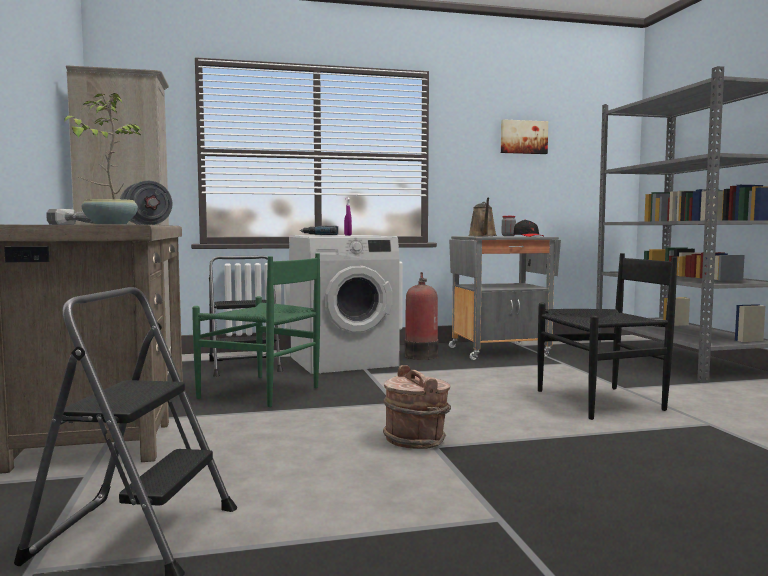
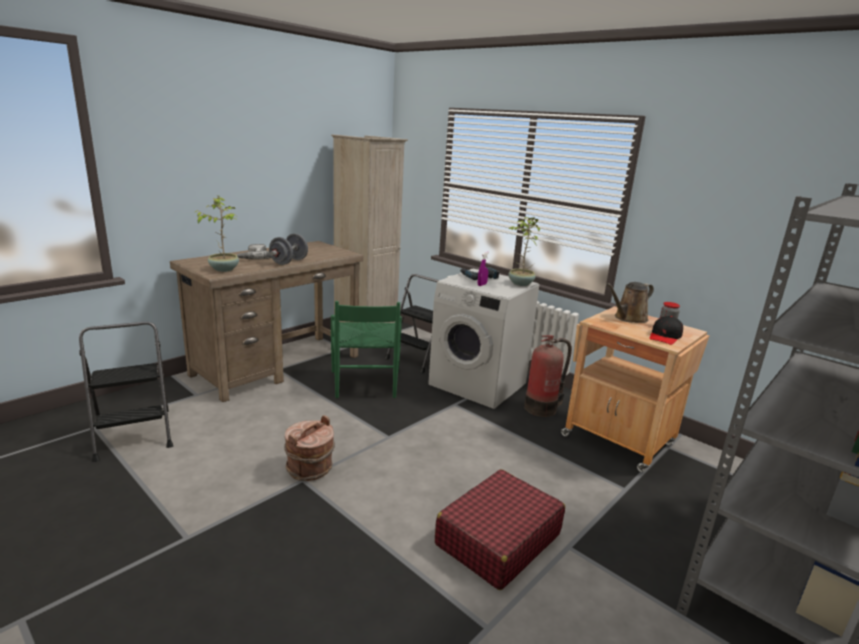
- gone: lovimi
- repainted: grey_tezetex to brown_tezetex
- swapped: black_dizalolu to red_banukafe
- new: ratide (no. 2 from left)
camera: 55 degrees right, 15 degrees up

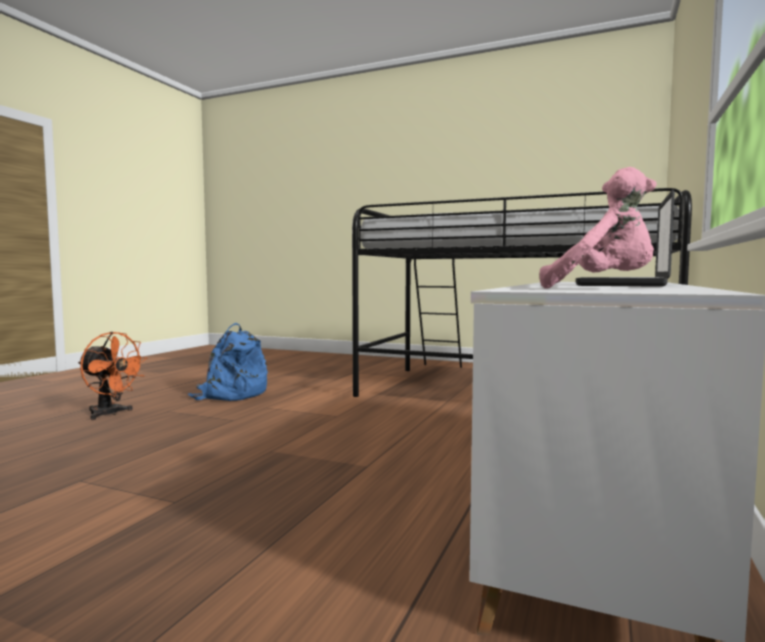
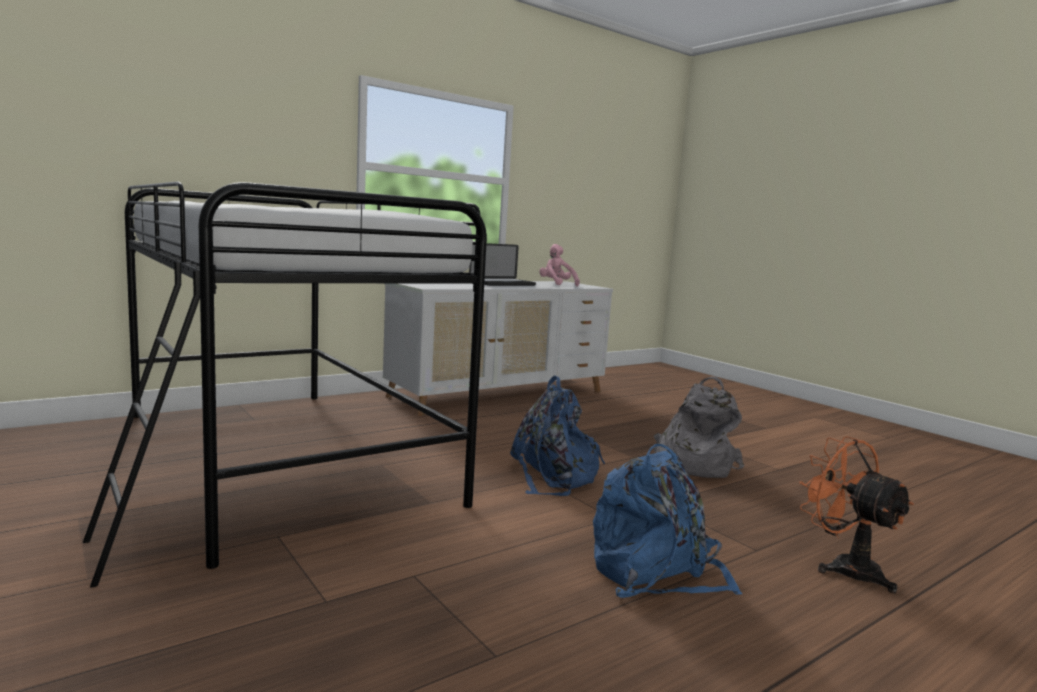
- new: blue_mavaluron (no. 1 from left)
- new: grey_mavaluron
camera: 150 degrees left, 5 degrees up

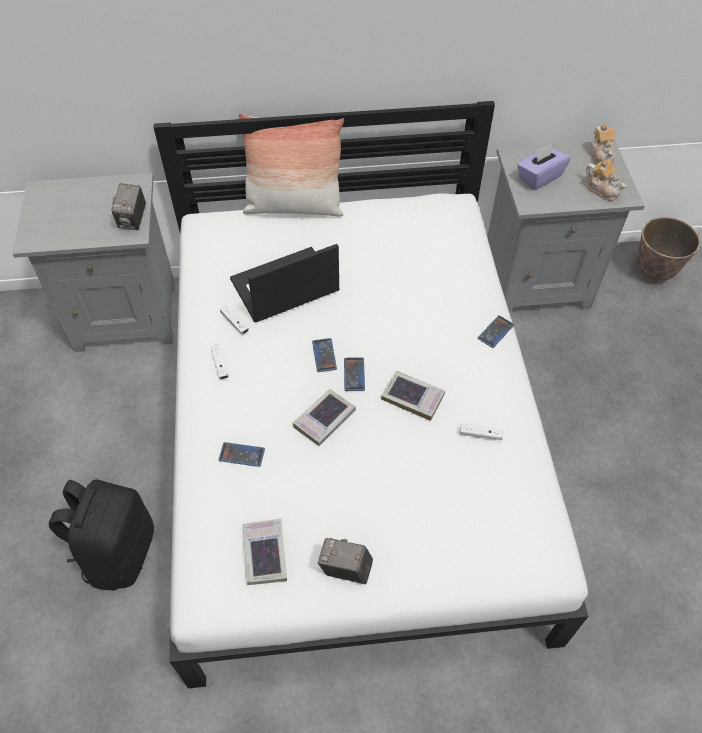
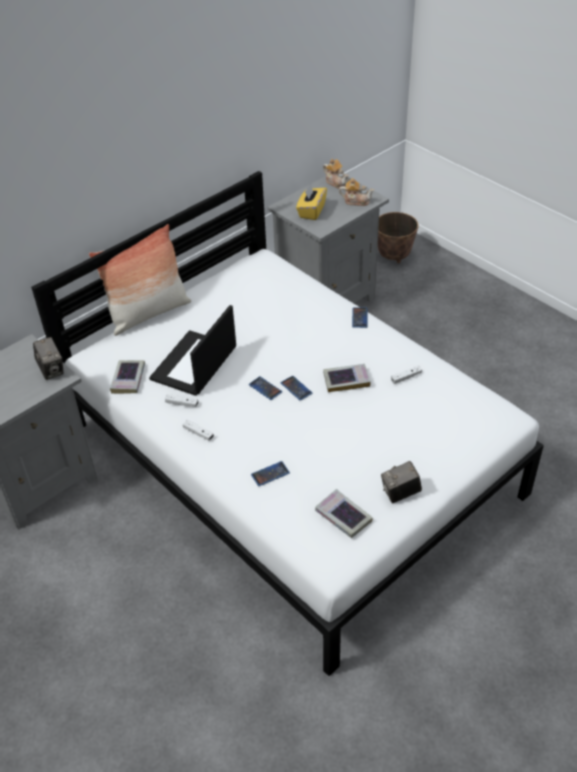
- repainted: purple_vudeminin to yellow_vudeminin
- shifted: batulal (no. 2 from left in the first image) to batulal (no. 1 from left)
- gone: black_mavaluron
camera: 35 degrees left, 10 degrees down

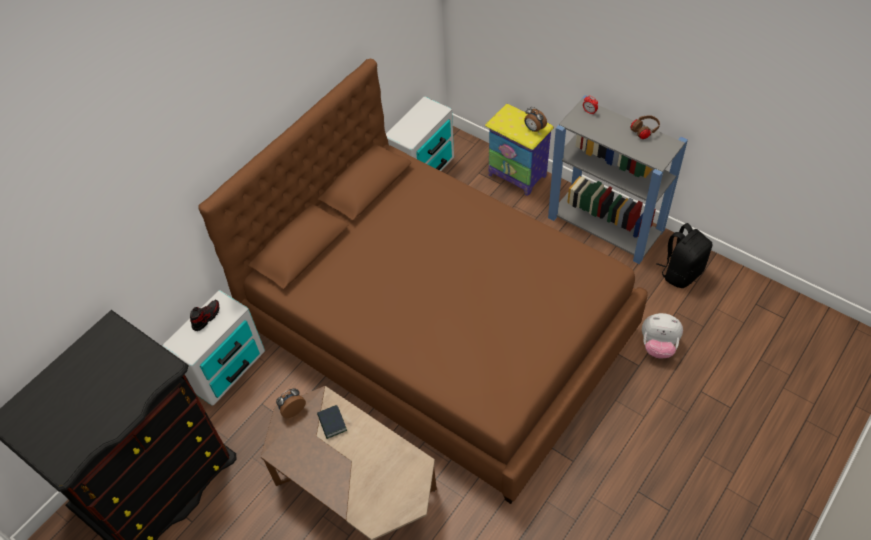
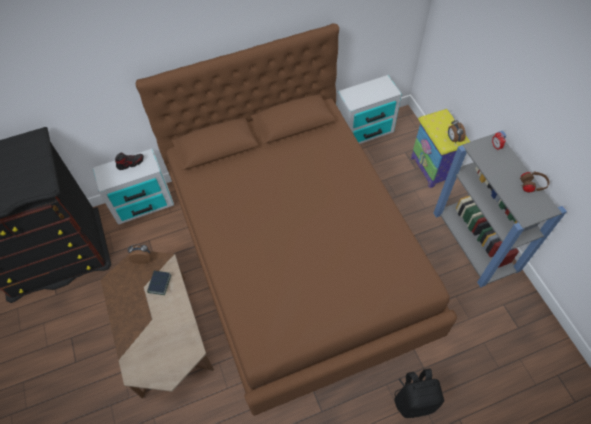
- shifted: black_mavaluron
- gone: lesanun
camera: 30 degrees right, 5 degrees up

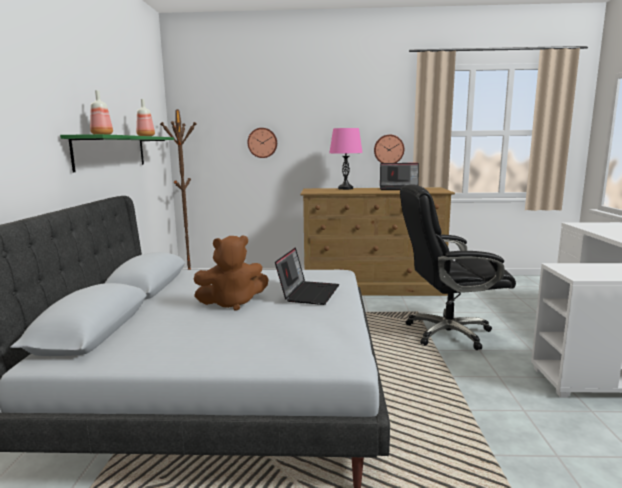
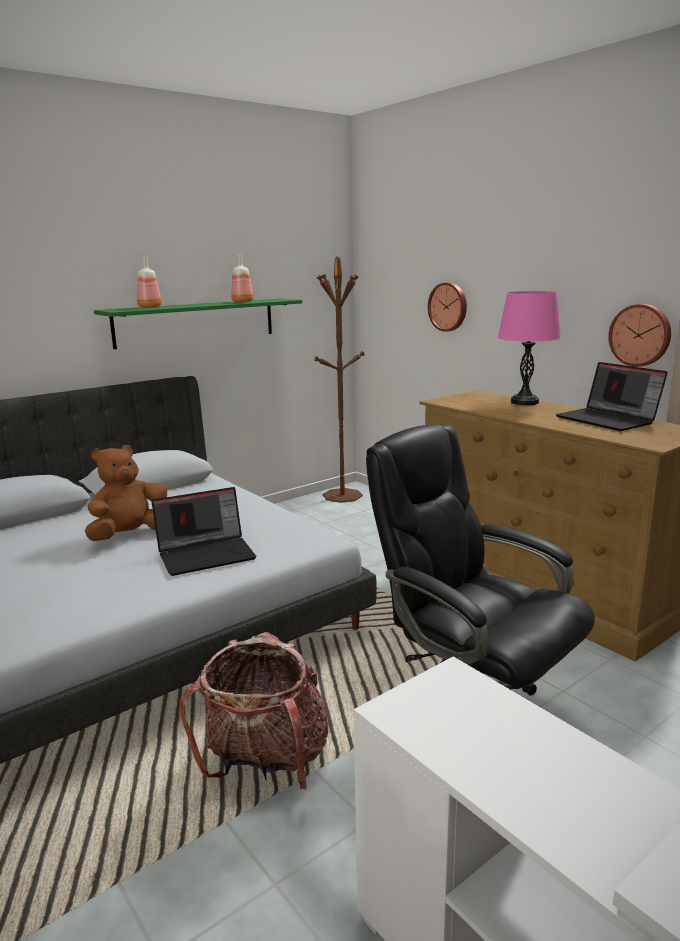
- rotated: brown_lesanun 105 degrees clockwise
- new: mavaluron
camera: 50 degrees right, 5 degrees up

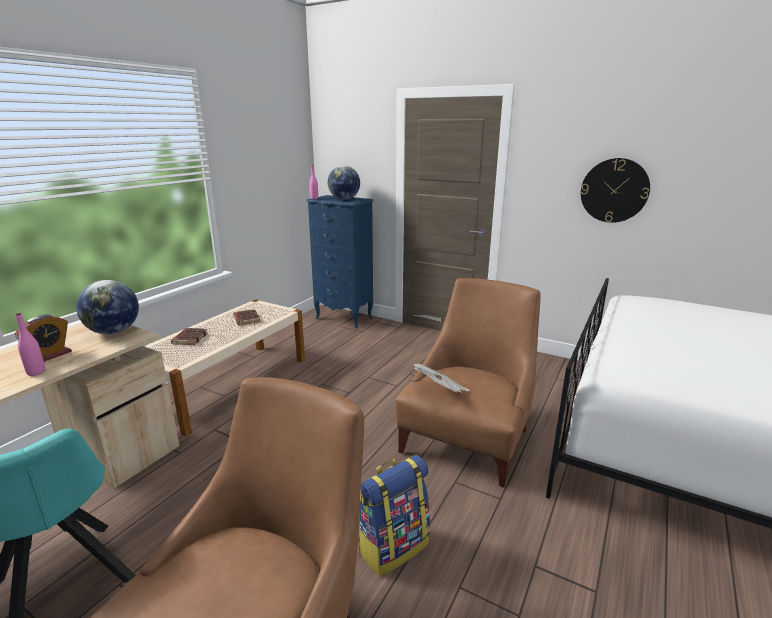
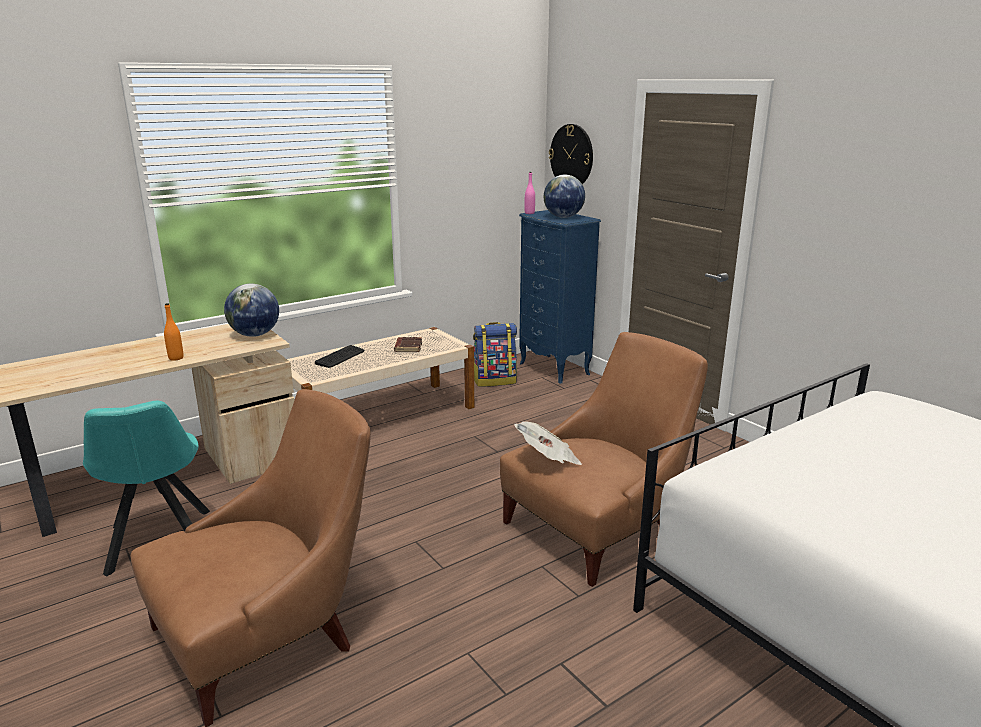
- shifted: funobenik
- repainted: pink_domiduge (no. 1 from left) to orange_domiduge
- gone: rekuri
- swapped: brown_batulal (no. 1 from left) to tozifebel
- shifted: mavaluron
camera: 25 degrees right, 0 degrees up

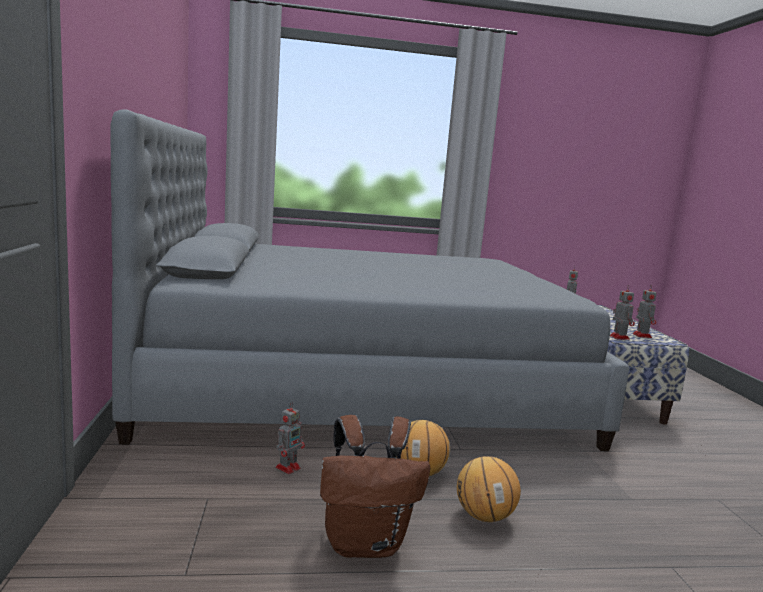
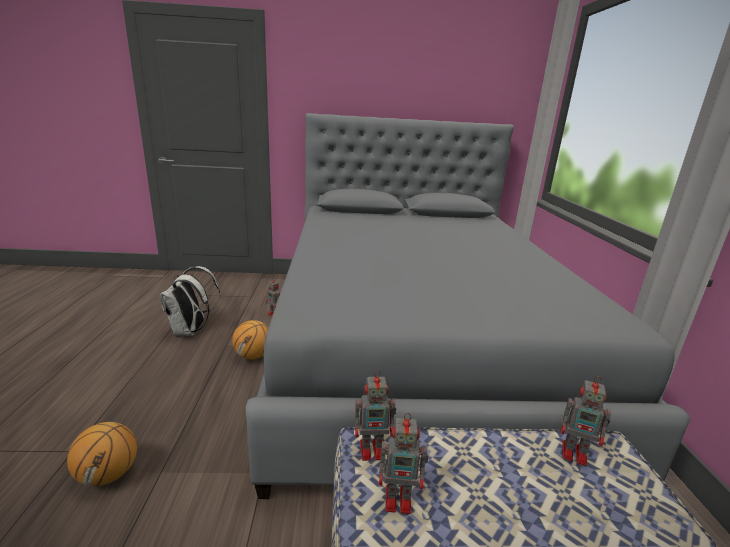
- repainted: brown_mavaluron to white_mavaluron
- shifted: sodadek (no. 2 from left in the first image) to sodadek (no. 1 from left)
camera: 95 degrees right, 10 degrees up

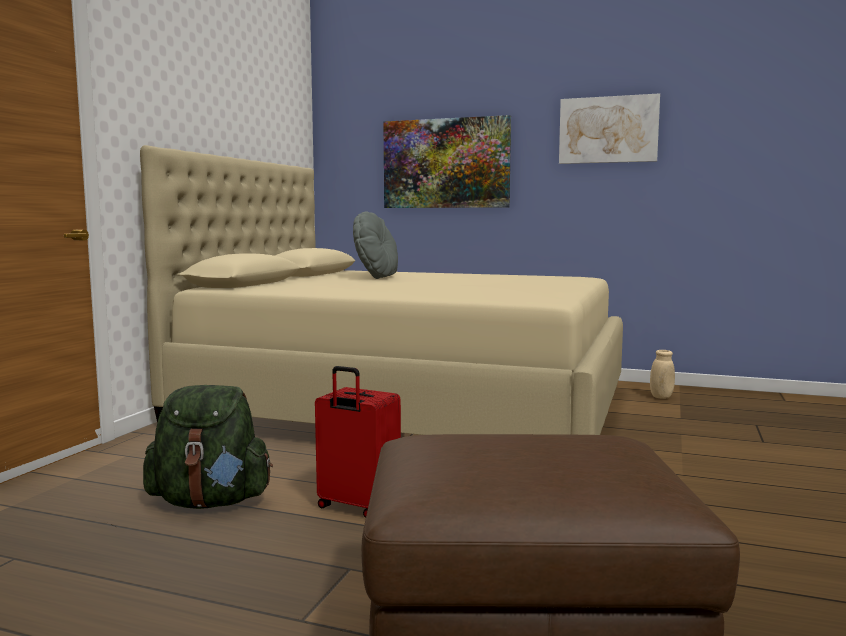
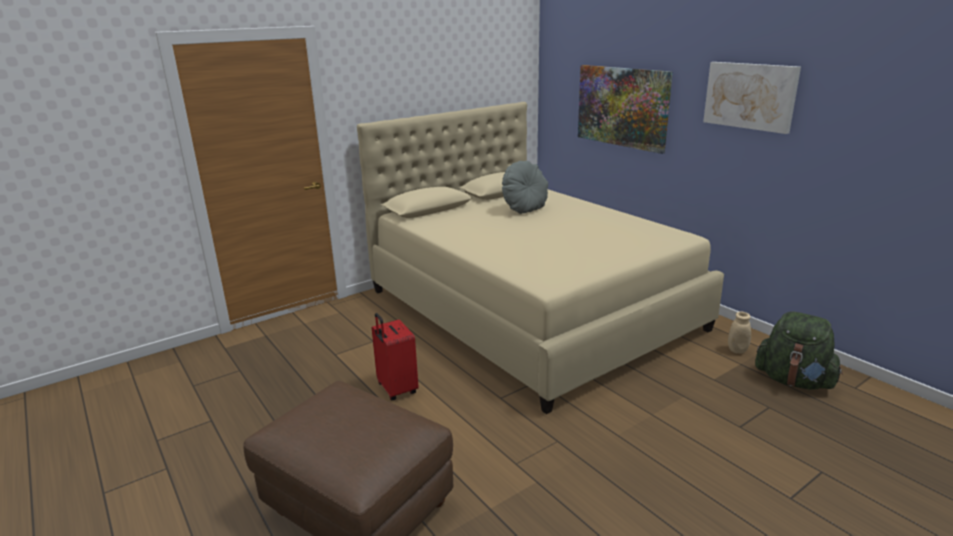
- shifted: green_mavaluron
camera: 35 degrees right, 15 degrees up

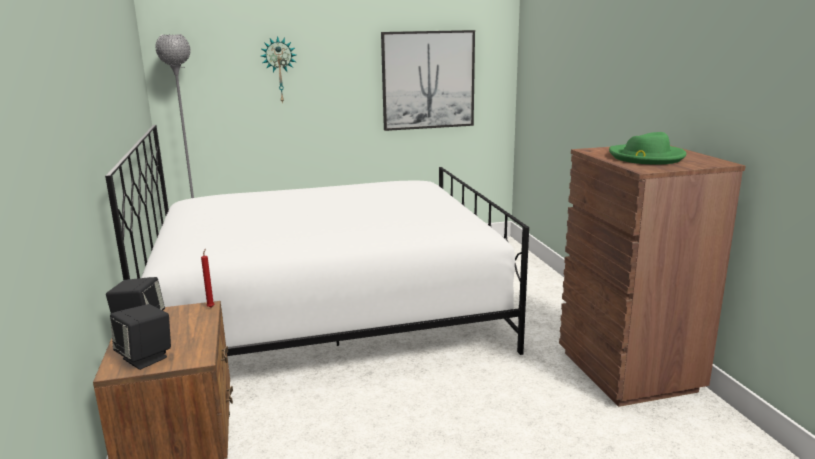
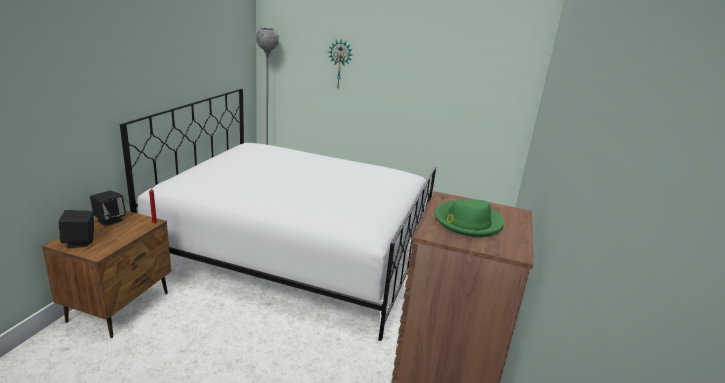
- gone: lovimi
camera: 30 degrees right, 5 degrees up

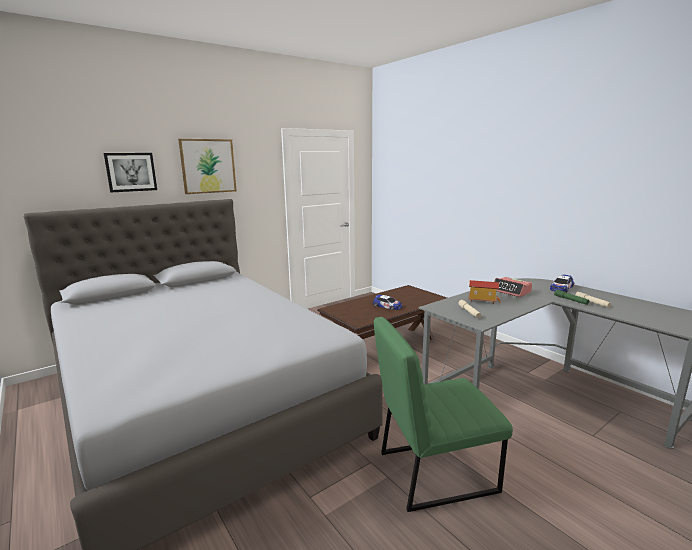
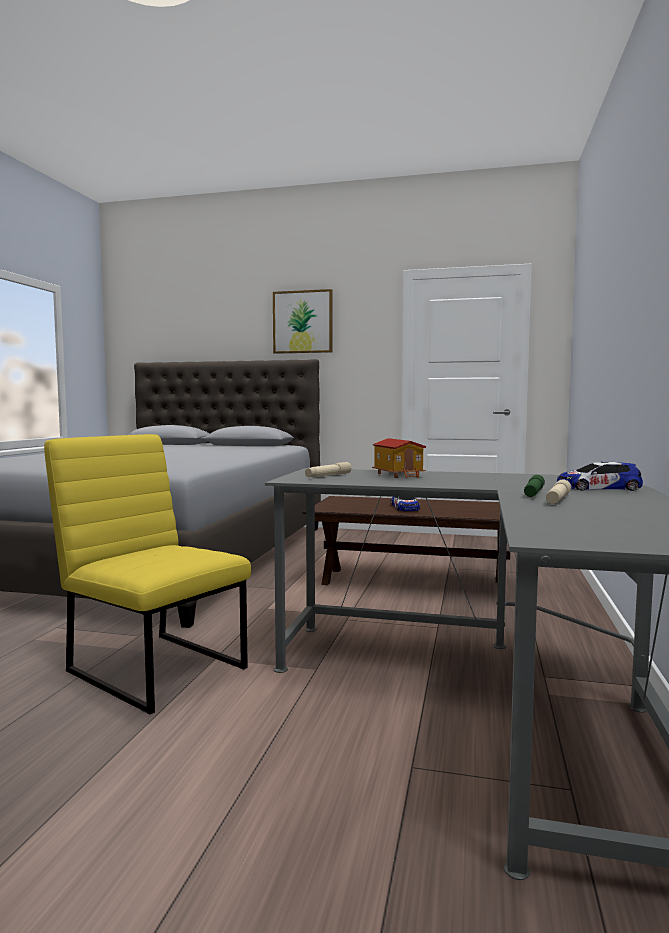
- gone: lovimi (no. 1 from left)
- gone: rekuri
- repainted: green_dizalolu to yellow_dizalolu
camera: 50 degrees right, 10 degrees down

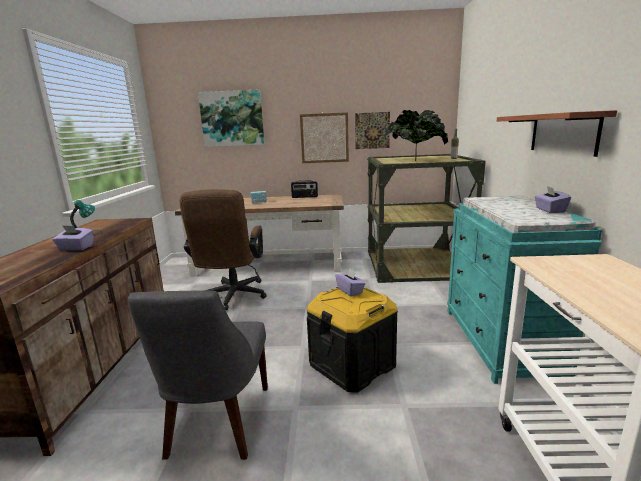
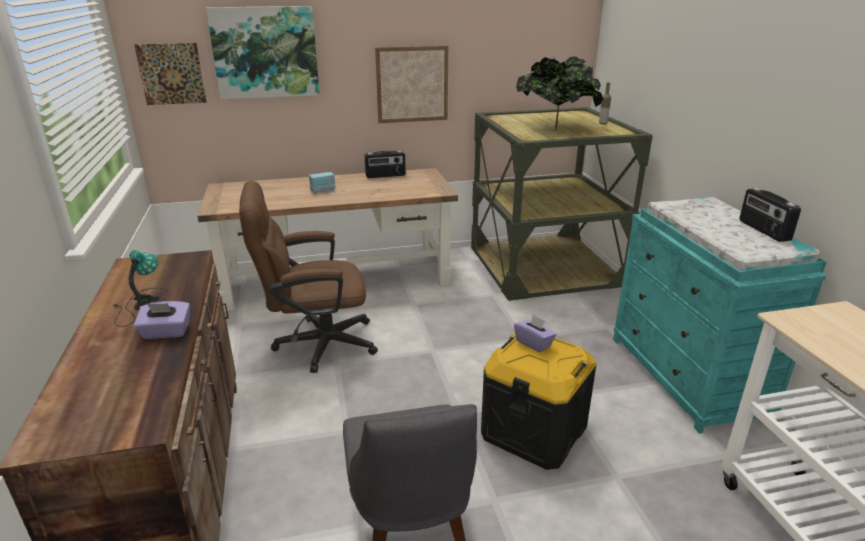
- gone: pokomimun
- shifted: lovimi (no. 3 from left in the first image) to lovimi (no. 1 from left)
- swapped: purple_vudeminin (no. 3 from left) to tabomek (no. 3 from left)
- rotated: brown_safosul 90 degrees clockwise
camera: 15 degrees left, 10 degrees up

